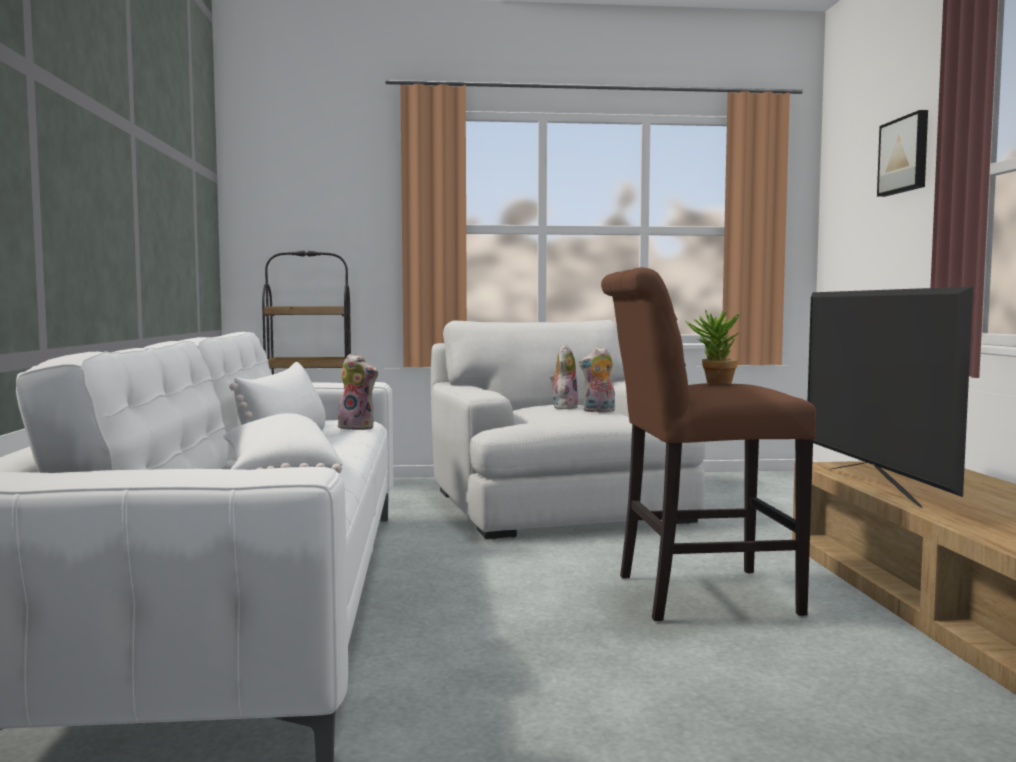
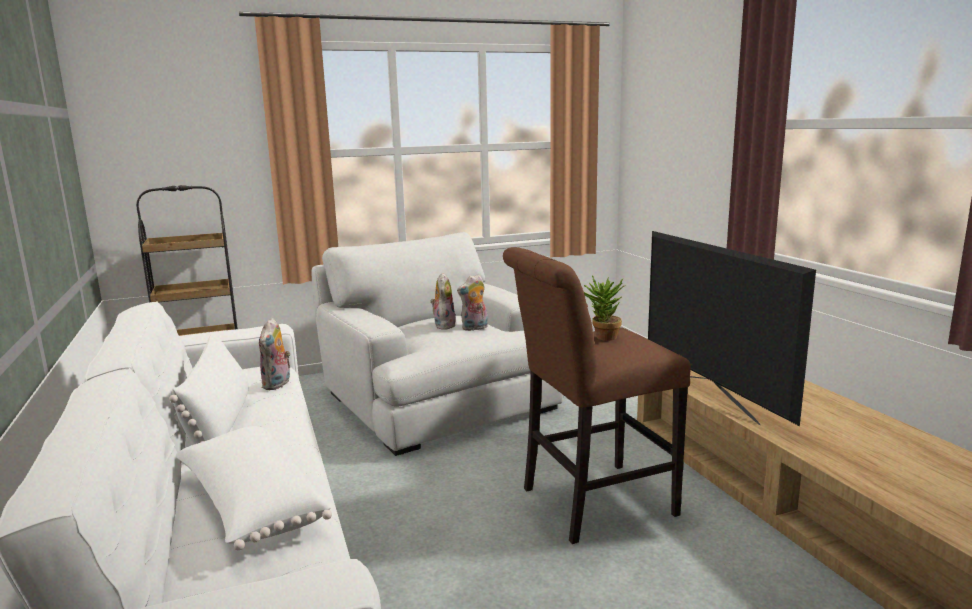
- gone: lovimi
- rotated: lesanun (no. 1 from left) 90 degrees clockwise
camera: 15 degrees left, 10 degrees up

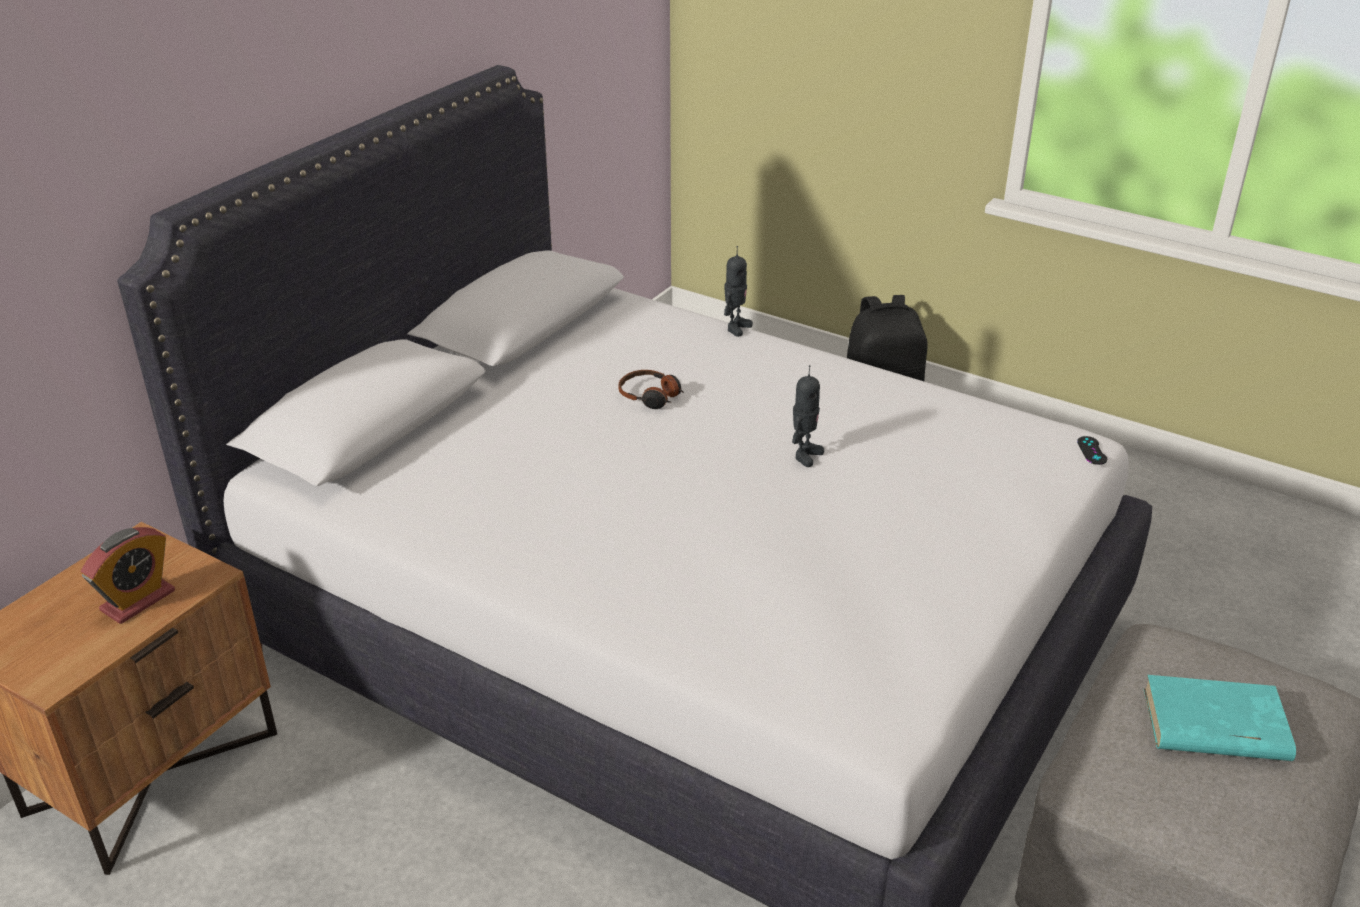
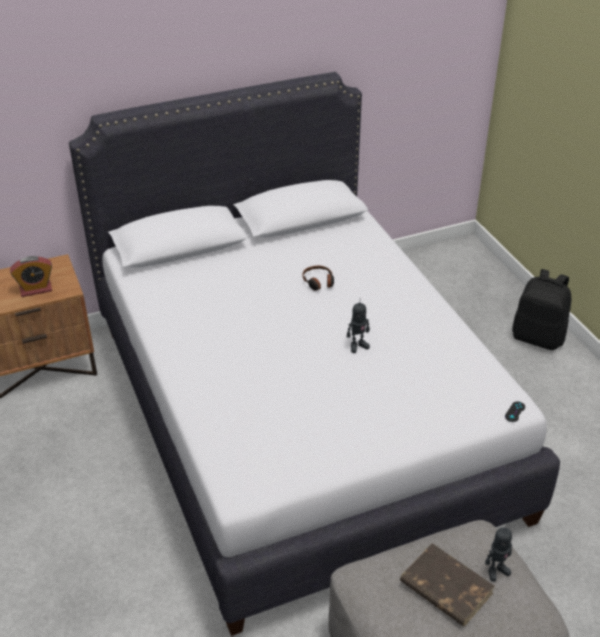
- shifted: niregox (no. 1 from left in the first image) to niregox (no. 2 from left)
- repainted: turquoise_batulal to brown_batulal
camera: 35 degrees right, 5 degrees up

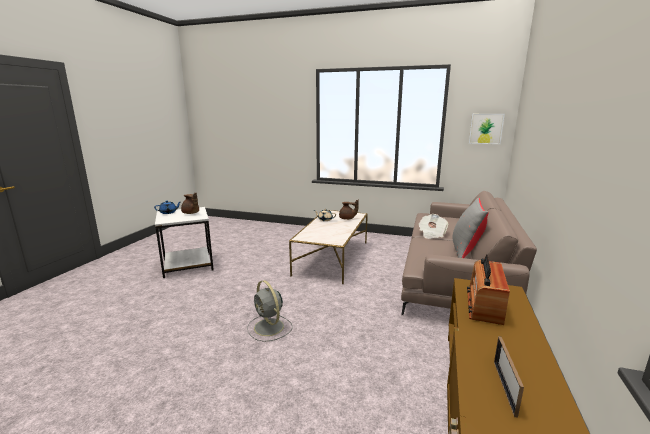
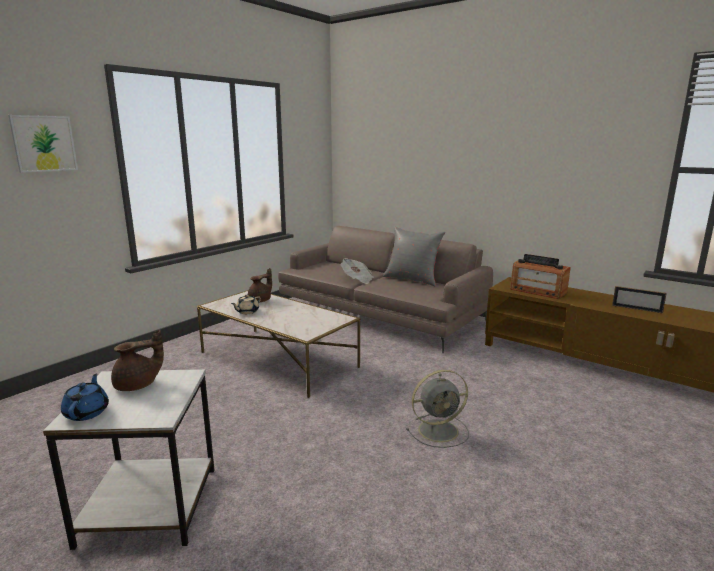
- shifted: lovimi
camera: 70 degrees left, 0 degrees up

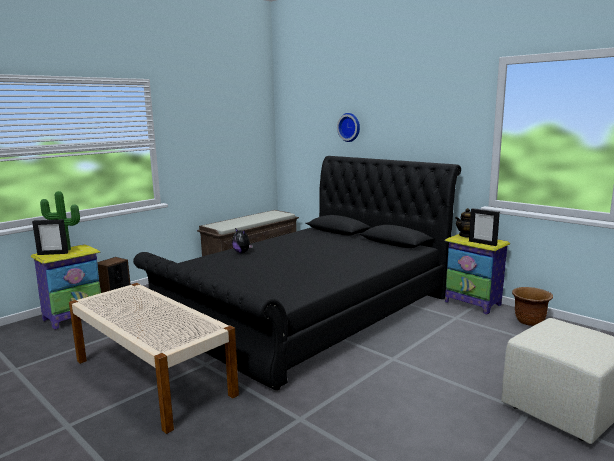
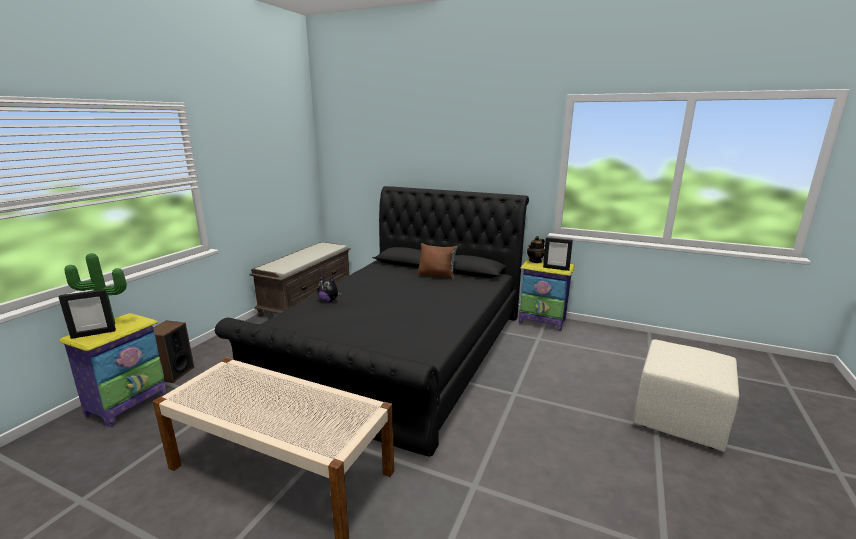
- gone: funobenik
- gone: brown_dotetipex
- new: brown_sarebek
camera: 20 degrees left, 5 degrees up

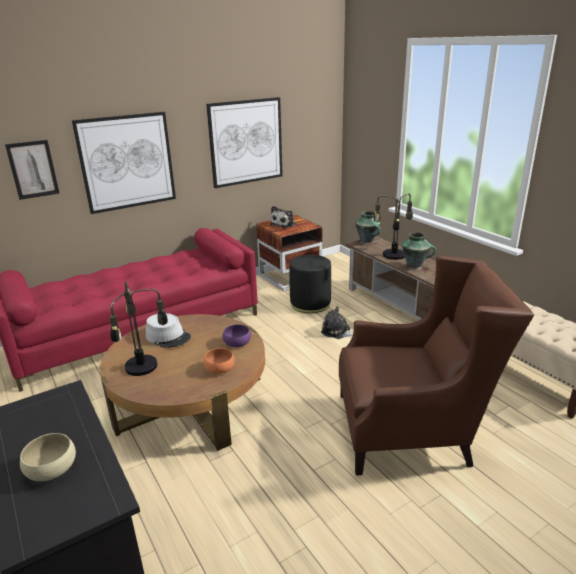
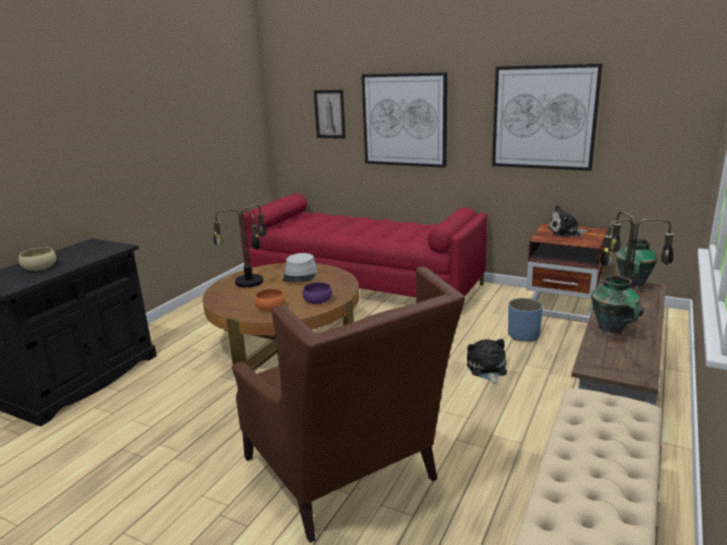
- swapped: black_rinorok to blue_dotetipex
camera: 60 degrees right, 5 degrees down

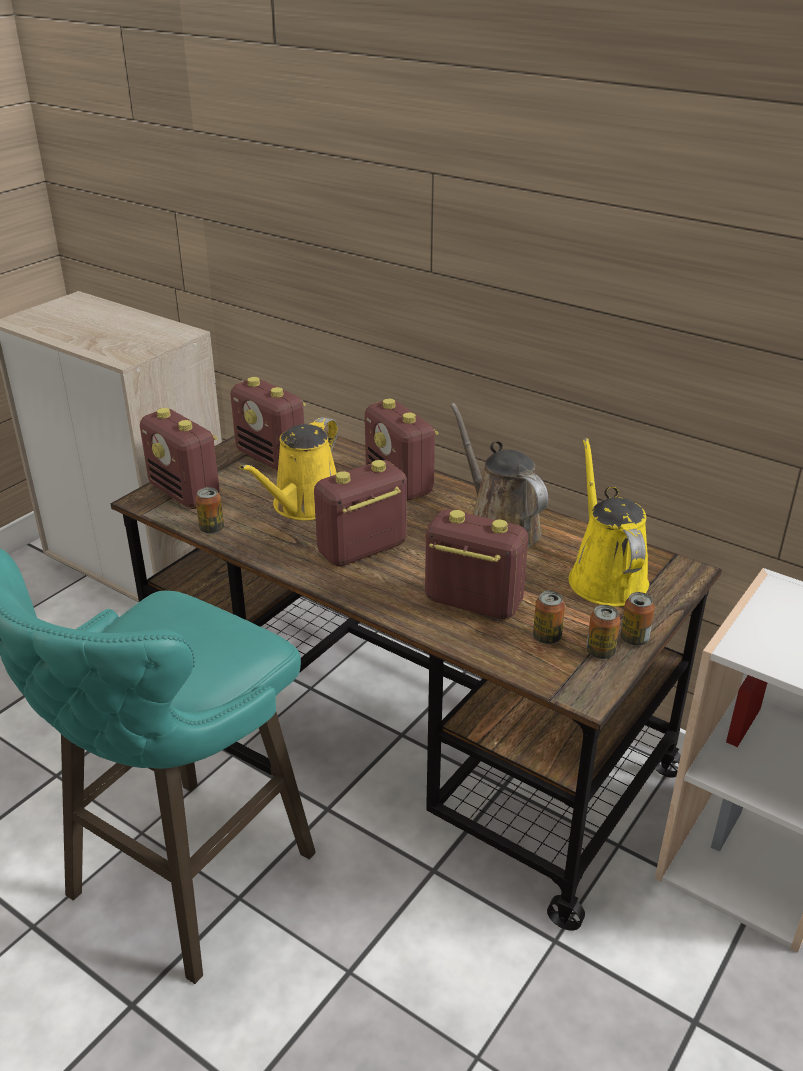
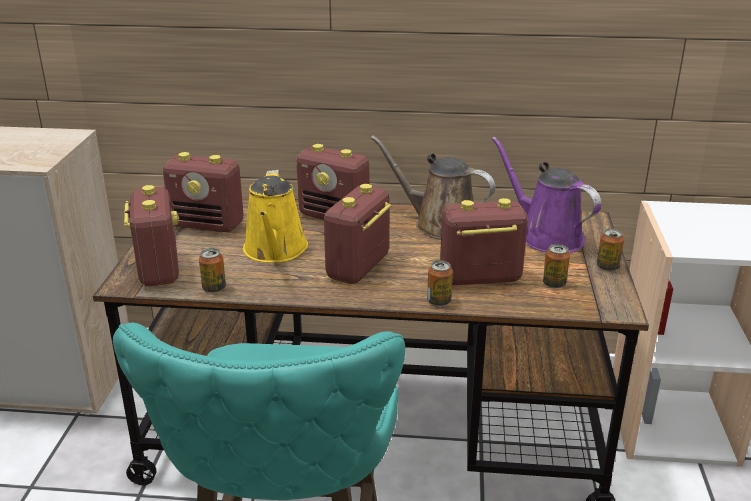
- rotated: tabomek (no. 1 from left) 120 degrees counterclockwise
- repainted: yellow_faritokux (no. 2 from left) to purple_faritokux
- shifted: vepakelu (no. 3 from left in the first image) to vepakelu (no. 2 from left)
camera: 30 degrees left, 5 degrees down

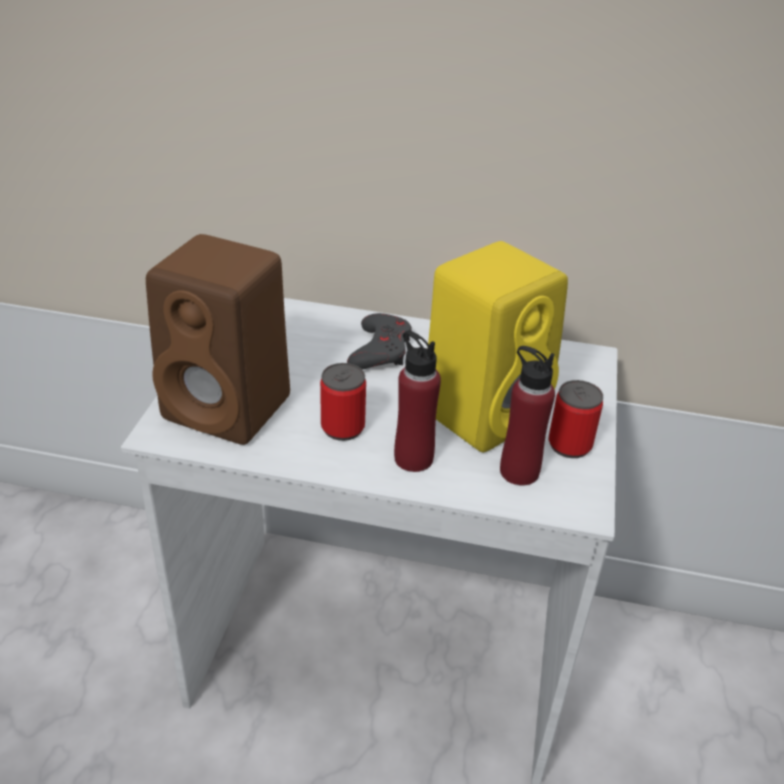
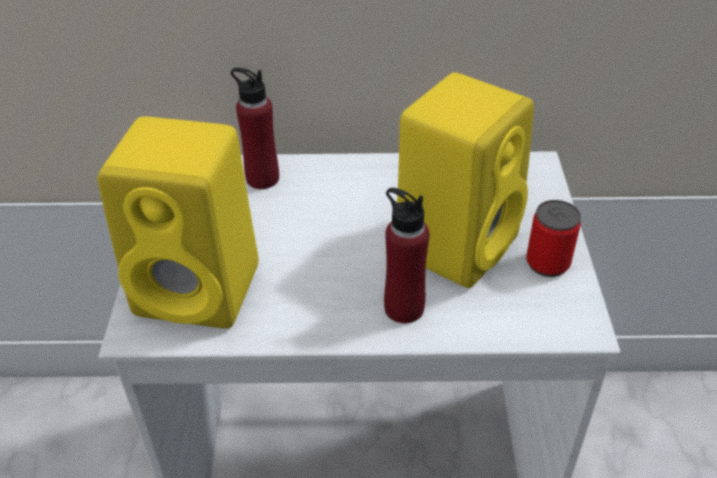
- repainted: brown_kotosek to yellow_kotosek (no. 1 from left)
- gone: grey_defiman
- shifted: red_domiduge (no. 2 from left in the first image) to red_domiduge (no. 1 from left)
- gone: vepakelu (no. 1 from left)
camera: 10 degrees left, 5 degrees up

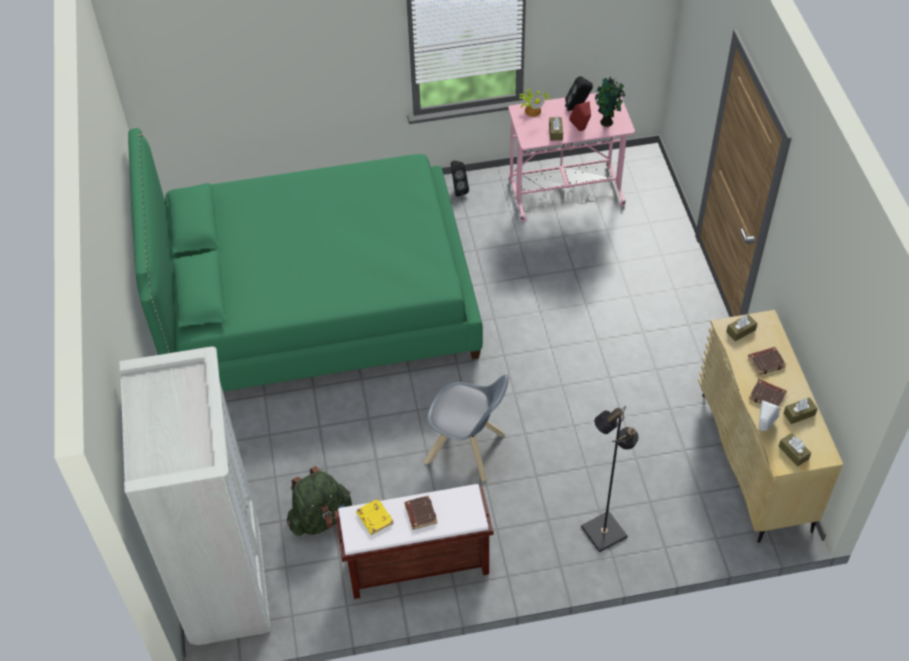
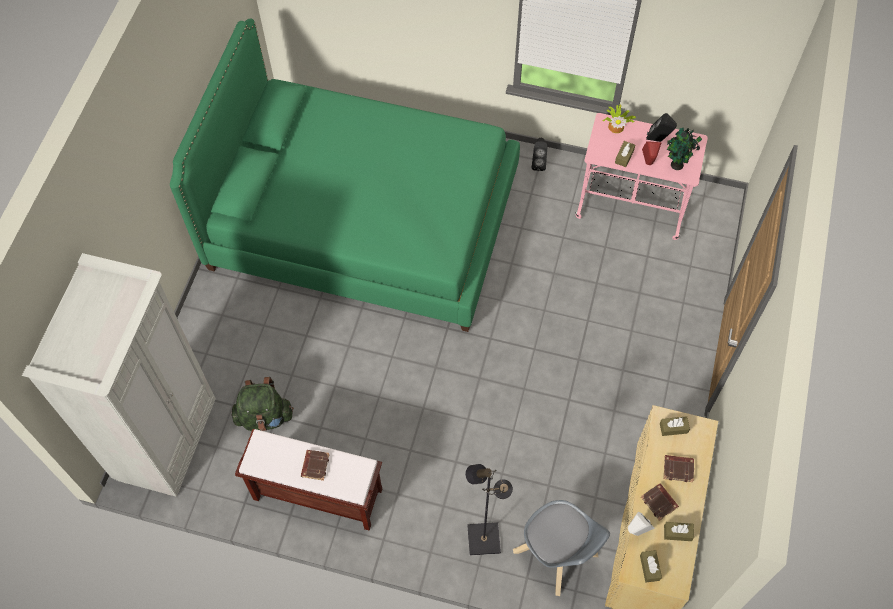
- shifted: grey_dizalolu
- gone: yellow_batulal
camera: 25 degrees right, 10 degrees up

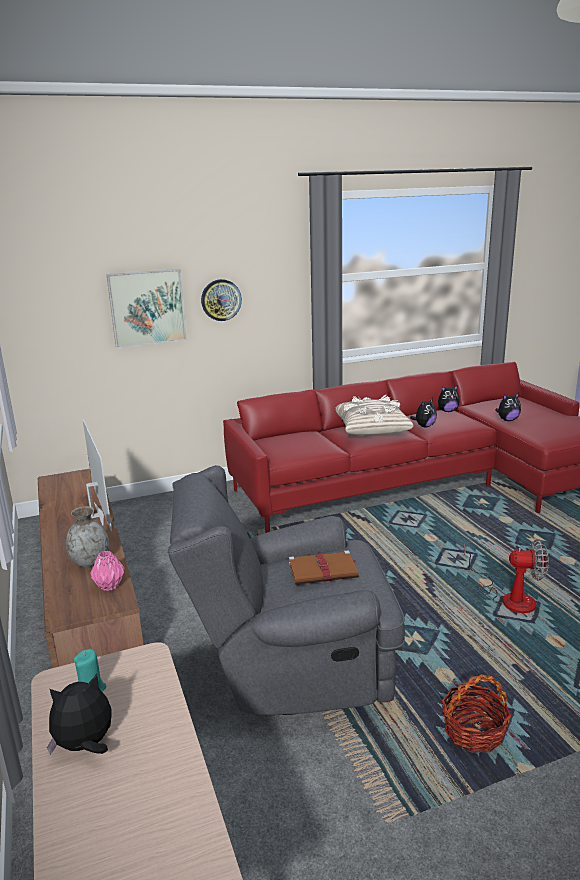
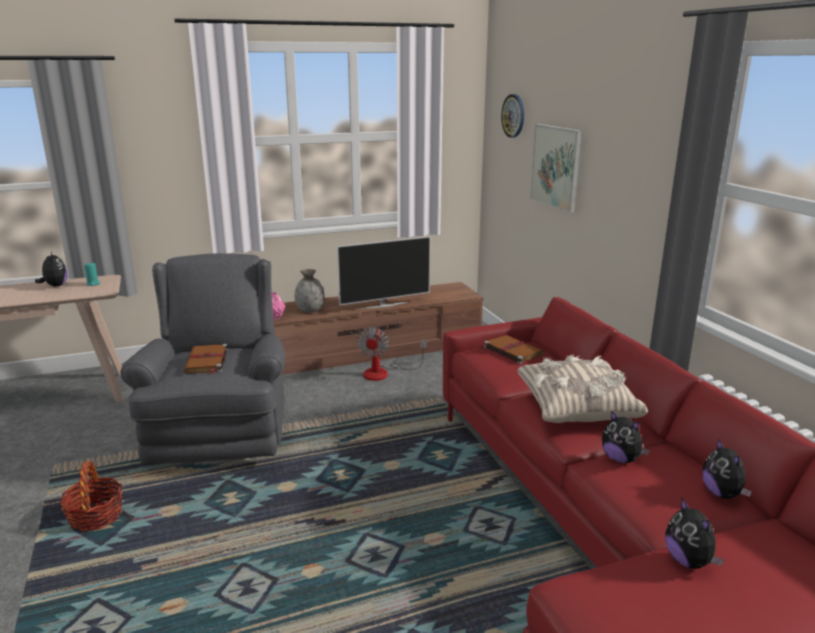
- shifted: funobenik
- shifted: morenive
- new: brown_batulal (no. 2 from left)
camera: 90 degrees right, 0 degrees up

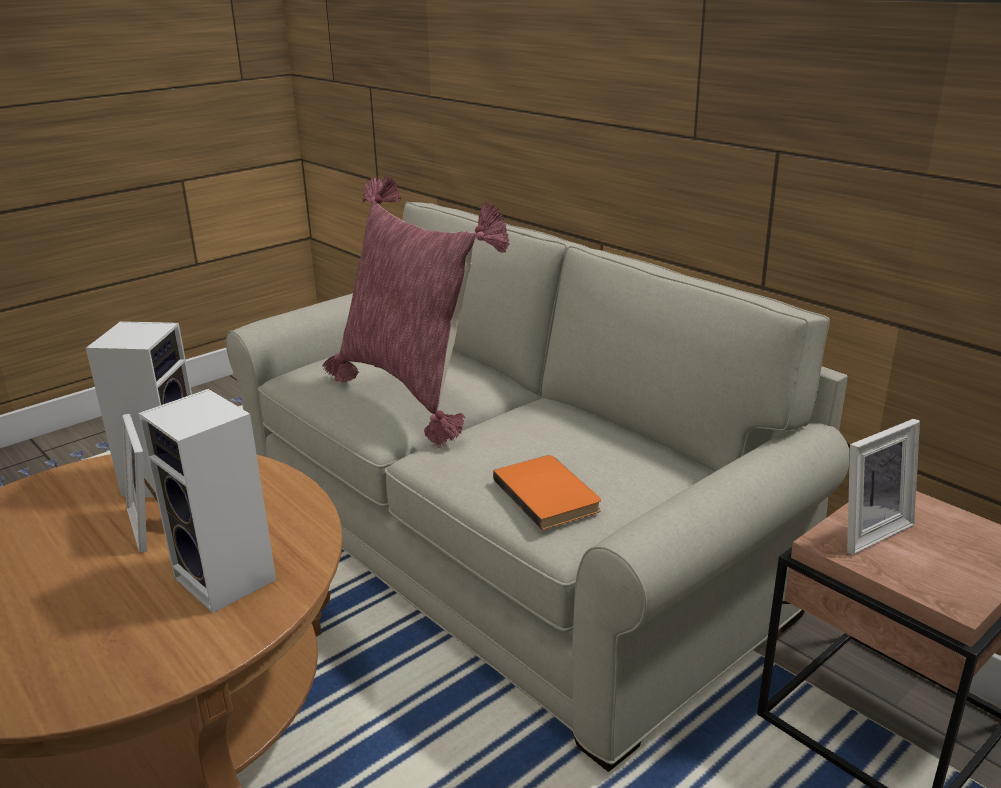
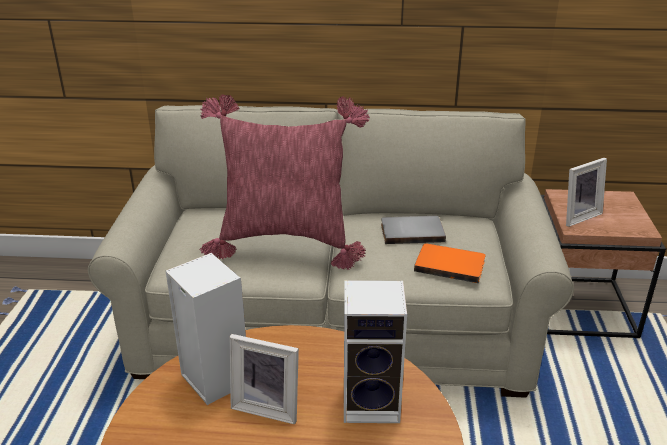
- rotated: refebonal (no. 2 from left) 45 degrees clockwise
- new: grey_batulal
camera: 45 degrees left, 5 degrees up

